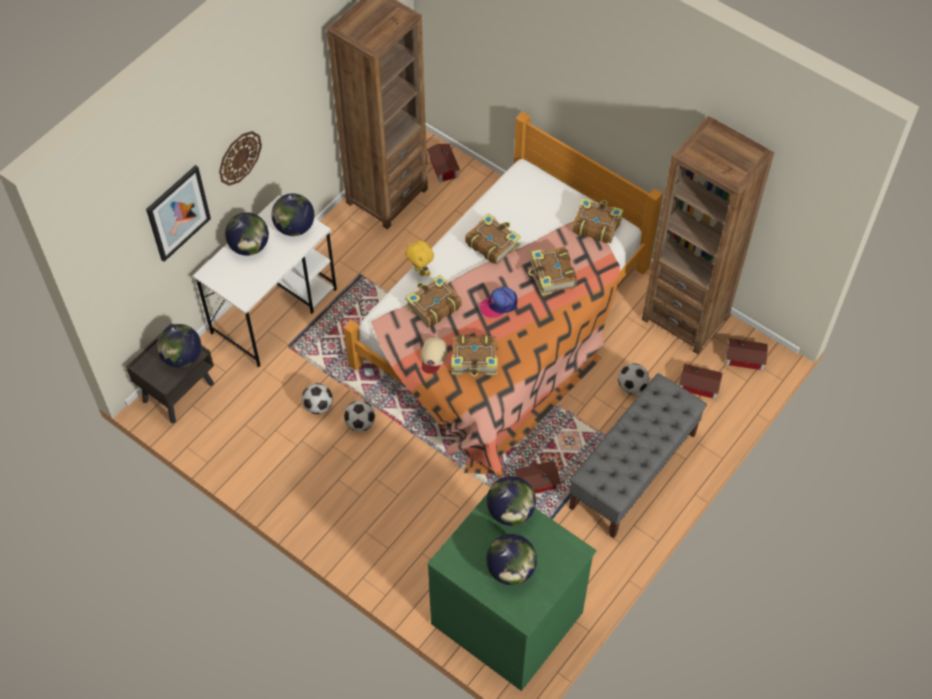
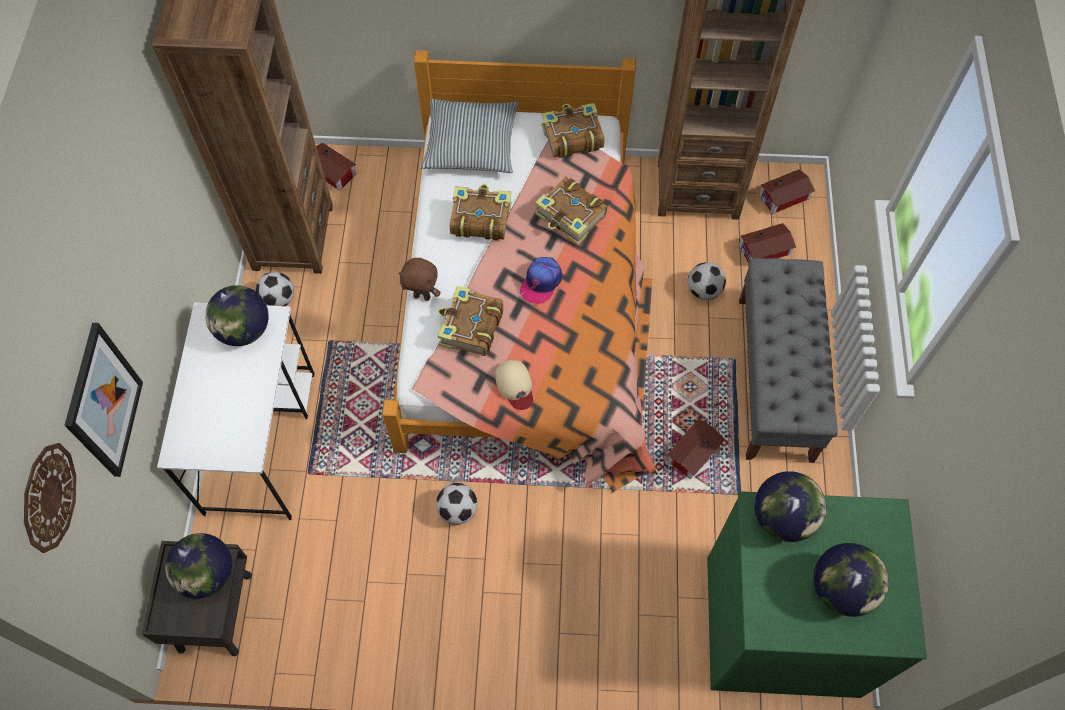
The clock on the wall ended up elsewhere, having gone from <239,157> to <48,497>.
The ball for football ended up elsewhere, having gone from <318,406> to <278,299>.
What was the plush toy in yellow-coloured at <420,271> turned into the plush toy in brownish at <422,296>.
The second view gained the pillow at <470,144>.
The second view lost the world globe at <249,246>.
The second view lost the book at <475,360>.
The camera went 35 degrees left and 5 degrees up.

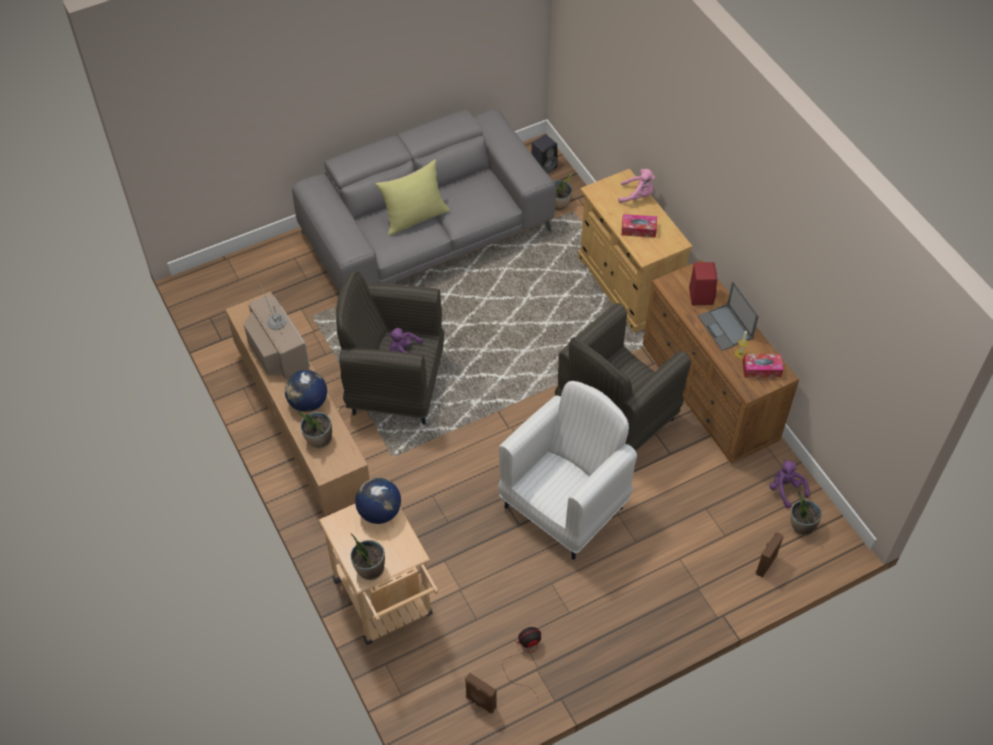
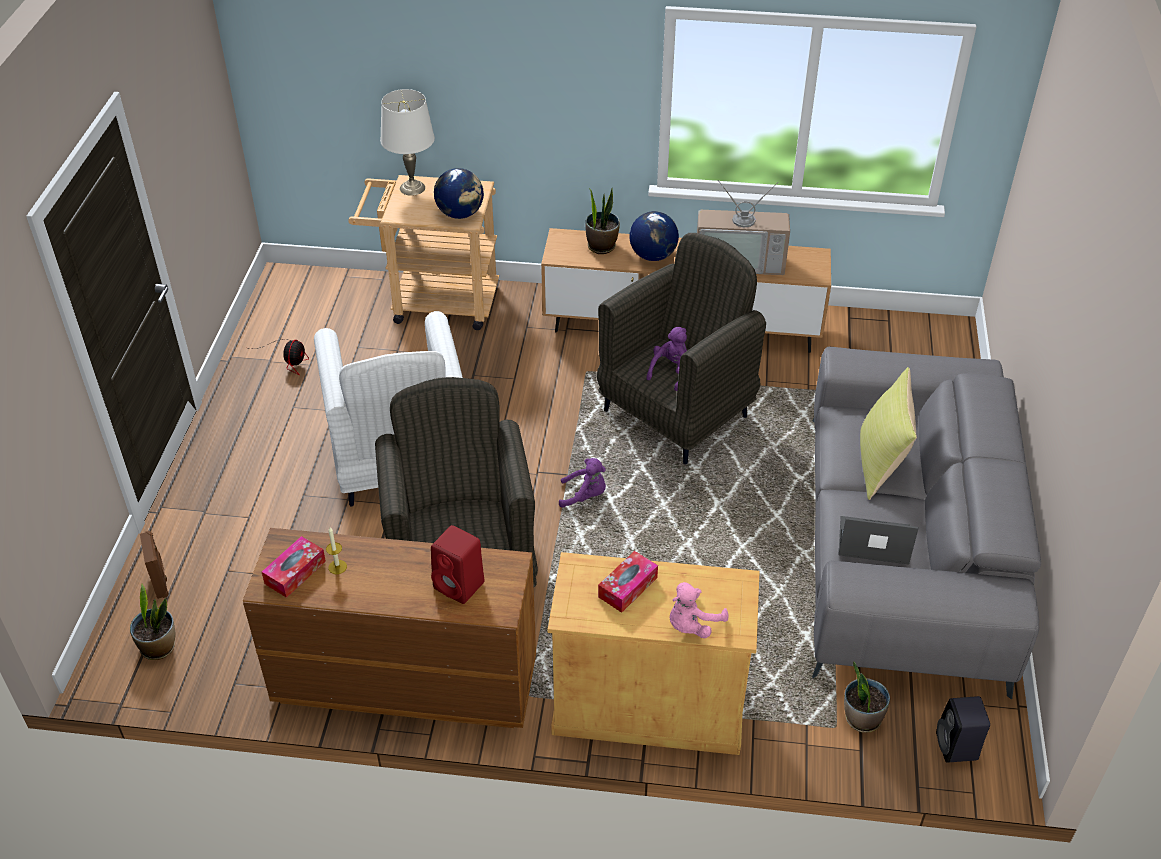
Where the houseplant stood at <369,569>, the lamp for a table in whitish came to stand at <412,188>.
The plush toy in purple ended up elsewhere, having gone from <785,490> to <585,495>.
The laptop ended up elsewhere, having gone from <725,328> to <873,541>.
The second view lost the loudspeaker in brownish at <480,702>.
The camera went 125 degrees right and 10 degrees down.

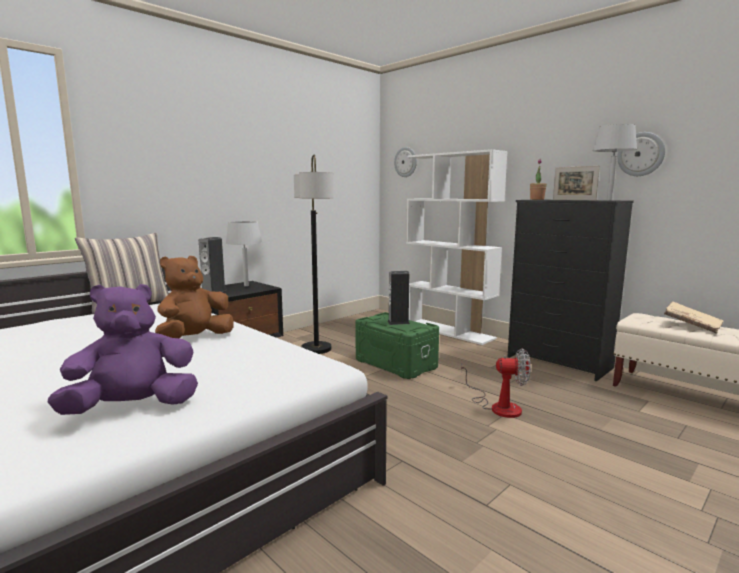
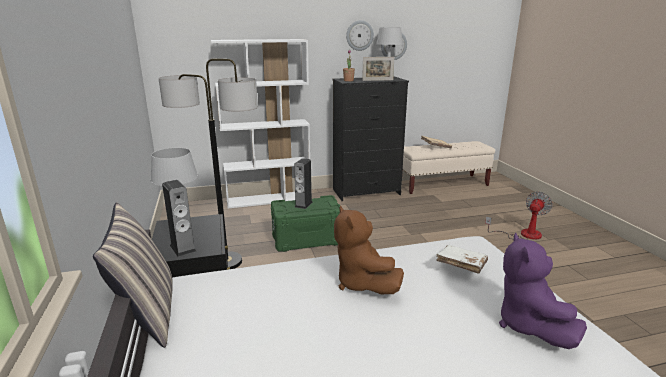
The clock on the wall ended up elsewhere, having gone from <406,162> to <359,35>.
The second view gained the book in whitish at <461,267>.
The cooling fan ended up elsewhere, having gone from <498,406> to <523,234>.
The camera went 60 degrees left and 10 degrees up.

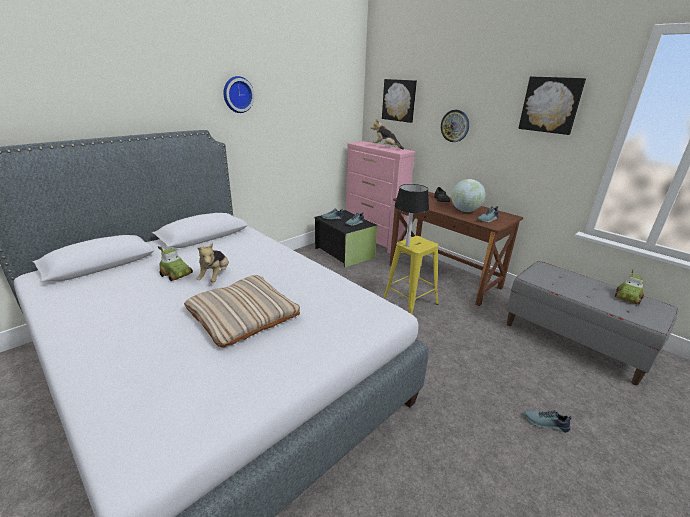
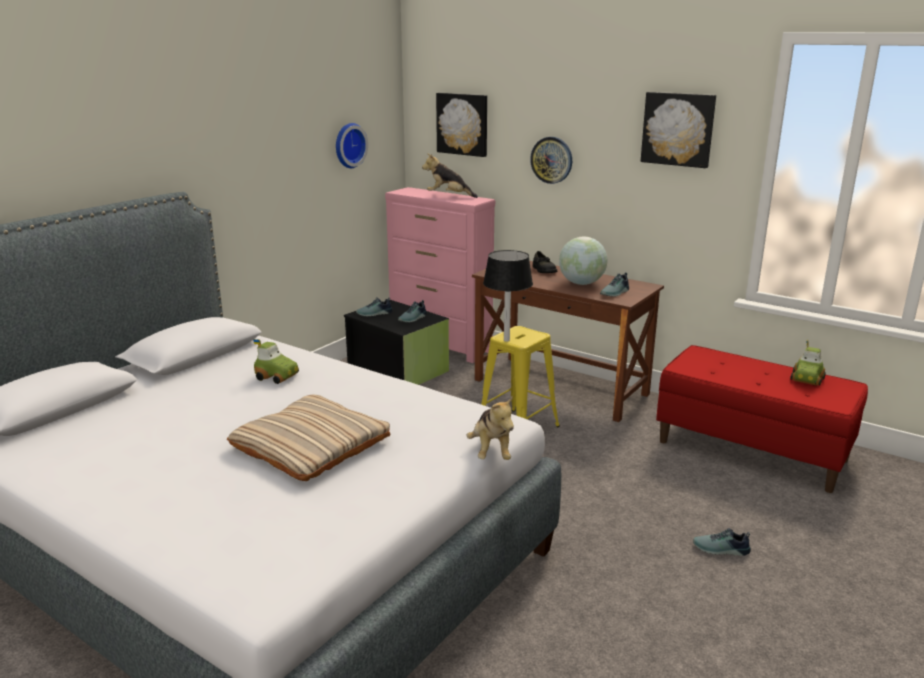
The miniature car ended up elsewhere, having gone from <177,274> to <277,376>.
The clock on the wall ended up elsewhere, having gone from <237,94> to <348,145>.
The plush toy ended up elsewhere, having gone from <215,277> to <491,452>.
What was the long seat in grey at <574,340> turned into the long seat in red-coloured at <752,450>.
The camera went 10 degrees left and 5 degrees down.

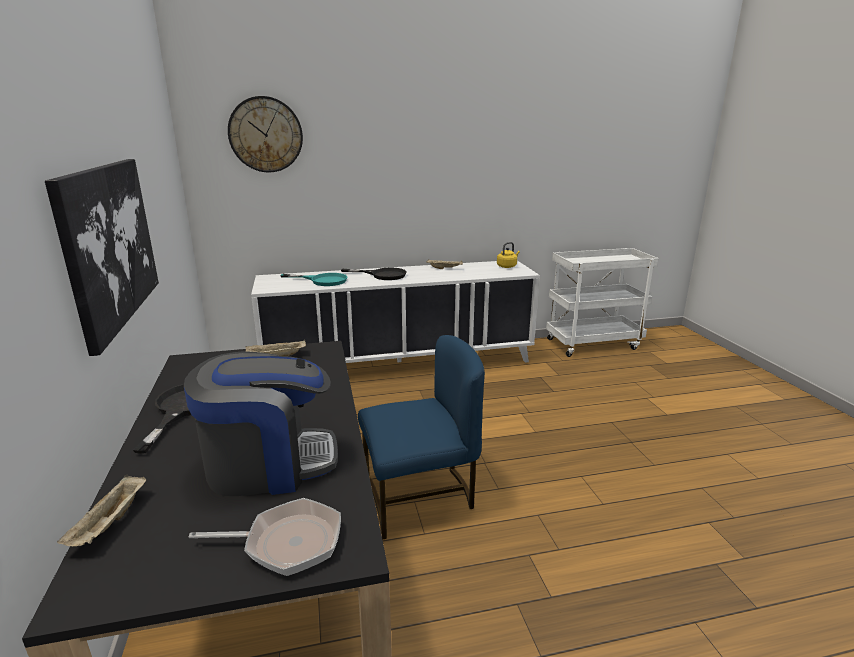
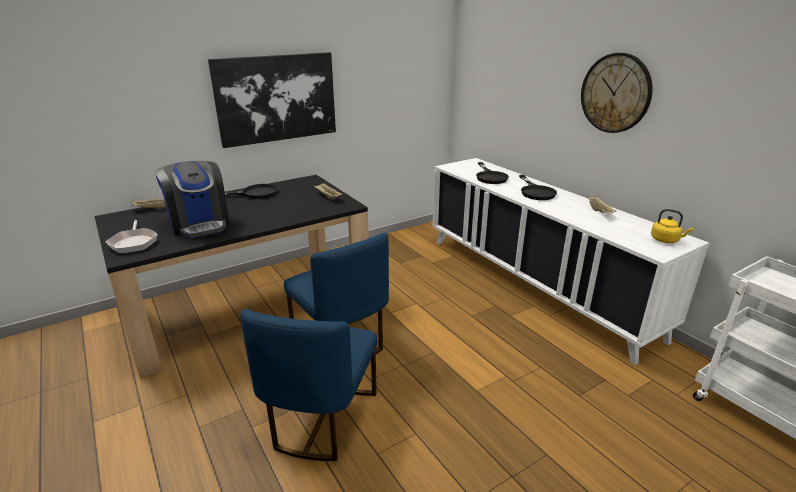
The second view gained the plain chair in blue at <320,419>.
What was the pan in turquoise-coloured at <322,280> turned into the pan in black-coloured at <490,177>.
The clock on the wall ended up elsewhere, having gone from <266,135> to <615,93>.
The camera went 70 degrees right and 5 degrees up.

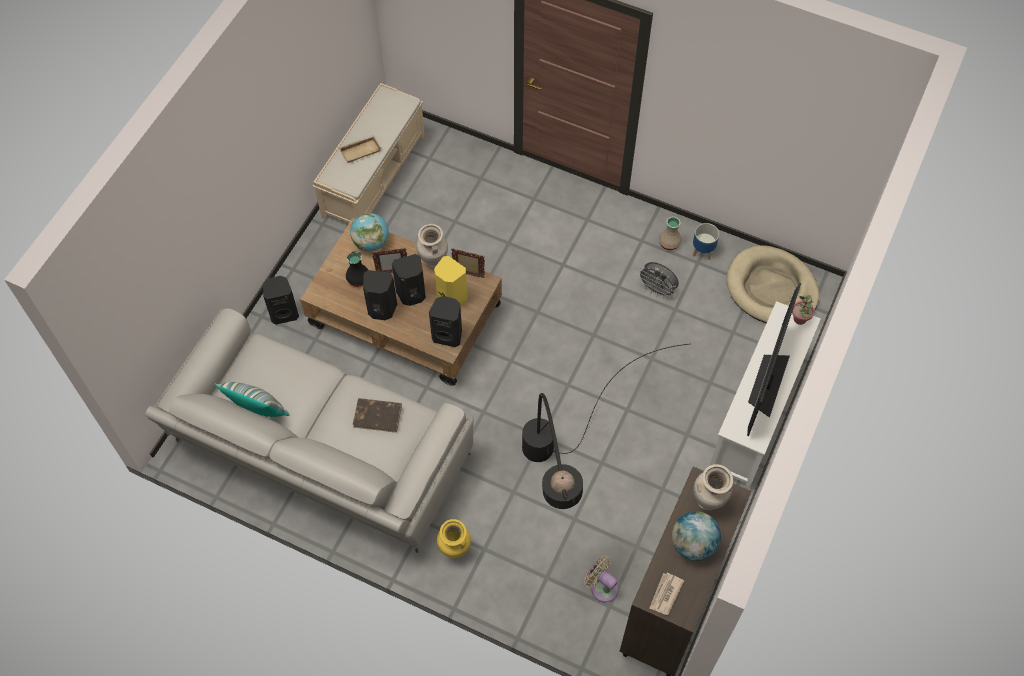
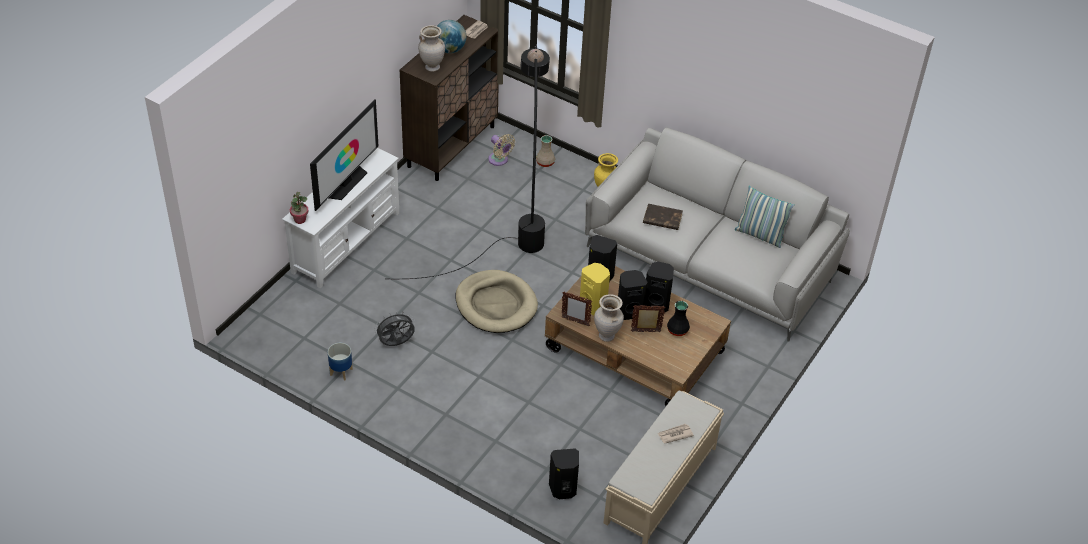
The cooling fan in grey at <657,290> ended up facing another way, 60 degrees counterclockwise from before.
The pet bed in sand-coloured ended up elsewhere, having gone from <771,289> to <496,304>.
The vase in sand-coloured ended up elsewhere, having gone from <670,243> to <544,162>.
The loudspeaker in black-coloured ended up elsewhere, having gone from <284,313> to <563,490>.
Where the carrying tray in sand-coloured stood at <360,150>, the daily paper came to stand at <674,434>.
The second view lost the world globe at <371,242>.
The camera went 175 degrees left and 15 degrees down.

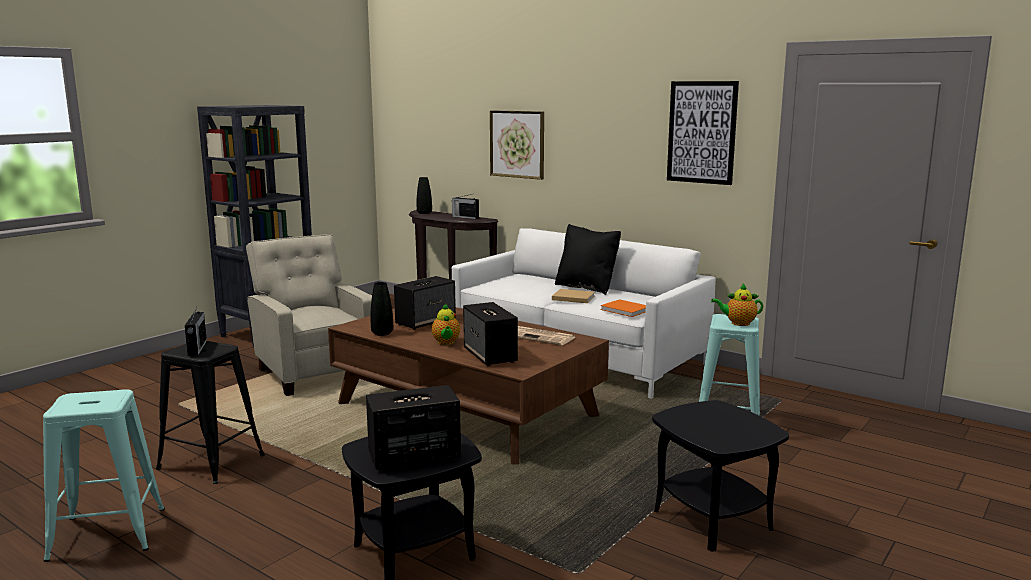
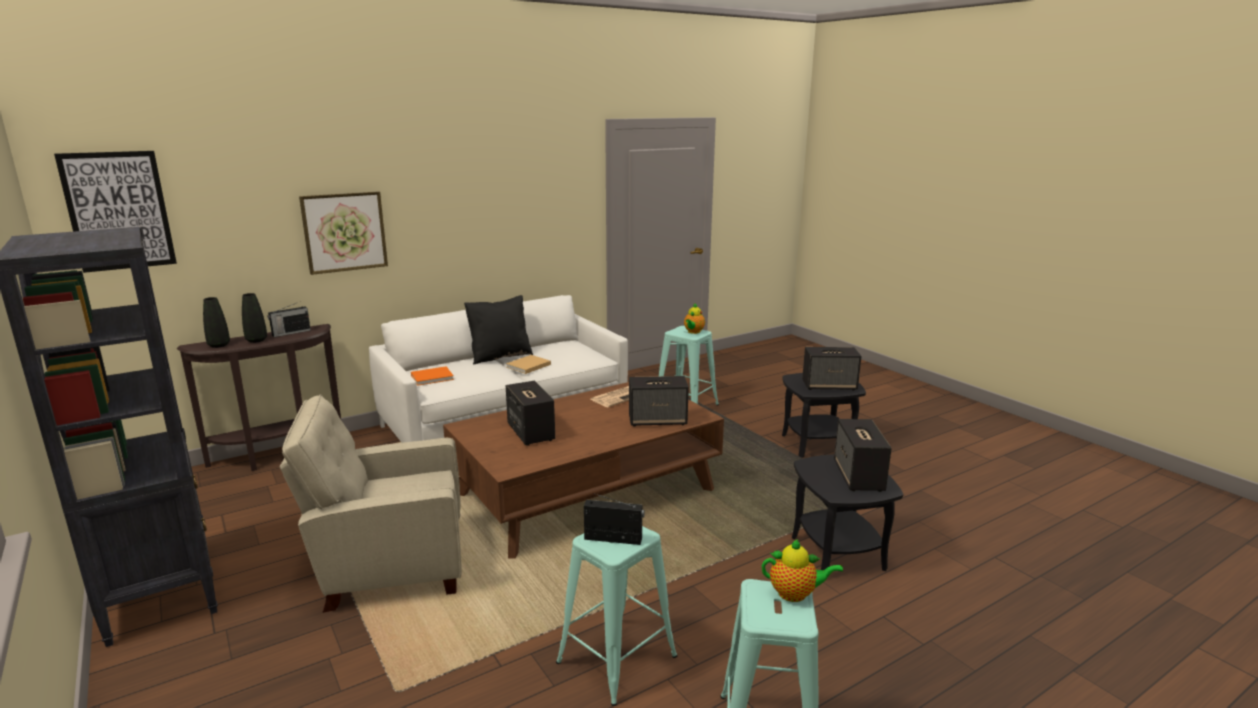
The wall art ended up elsewhere, having gone from <702,132> to <118,211>.
The vase in black-coloured ended up elsewhere, having gone from <382,333> to <256,340>.
The book in orangey ended up elsewhere, having gone from <626,310> to <433,377>.
What was the sitting stool in black-coloured at <211,462> turned into the sitting stool in turquoise-coloured at <616,659>.
The teapot ended up elsewhere, having gone from <446,343> to <795,594>.
The second view gained the loudspeaker at <829,386>.
The camera went 70 degrees left and 5 degrees up.

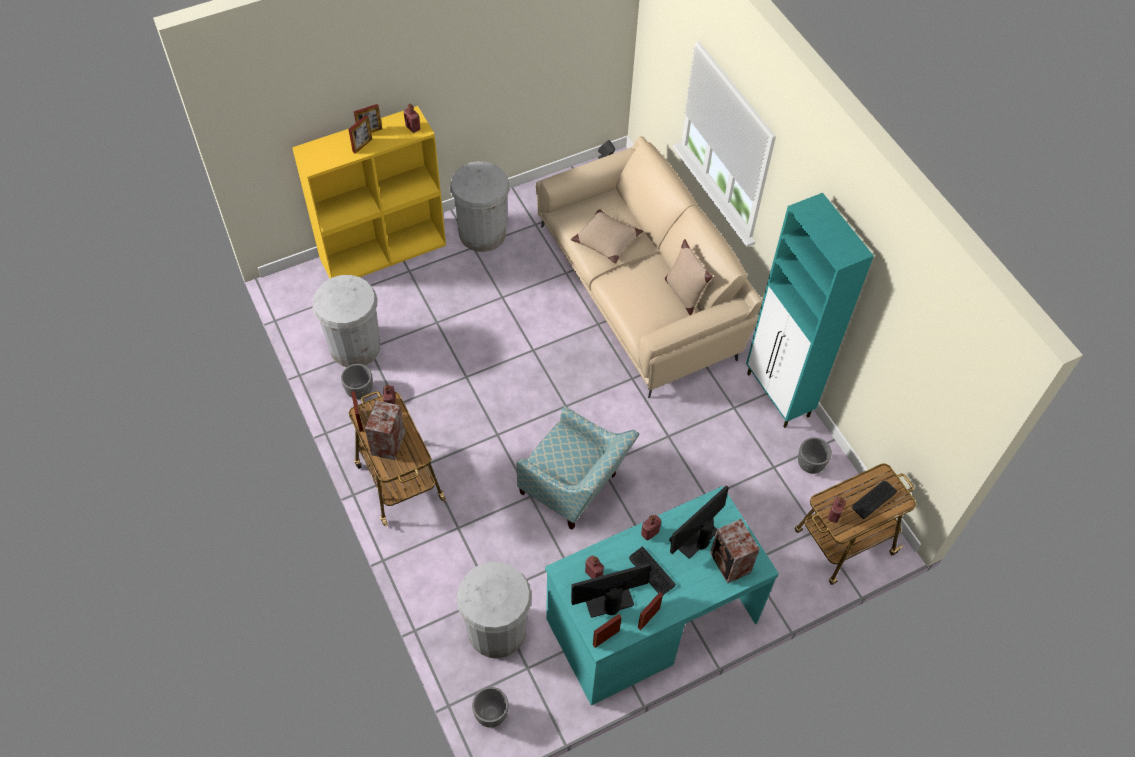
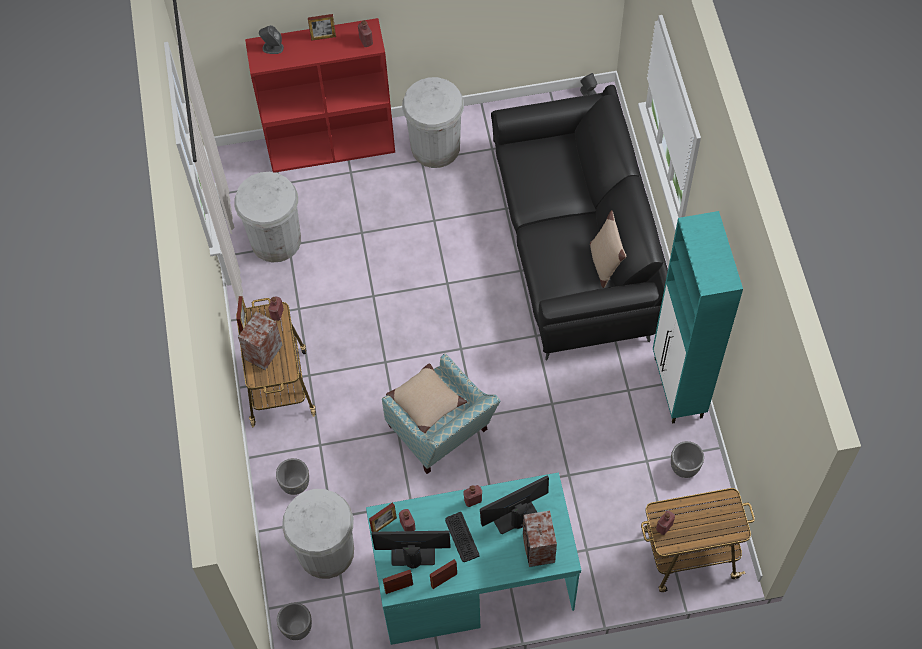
What was the shelving unit in yellow-coloured at <383,251> turned into the shelving unit in red-coloured at <332,145>.
The second view gained the loudspeaker in grey at <272,48>.
The flower pot in grey ended up elsewhere, having gone from <359,391> to <295,484>.
The photo frame ended up elsewhere, having gone from <362,145> to <384,524>.
The pillow in sand-coloured ended up elsewhere, having gone from <606,240> to <426,401>.
What was the sofa in sand-coloured at <640,290> turned into the sofa in black-coloured at <576,244>.
The second view lost the computer keyboard at <873,499>.
The camera went 20 degrees right and 5 degrees up.

